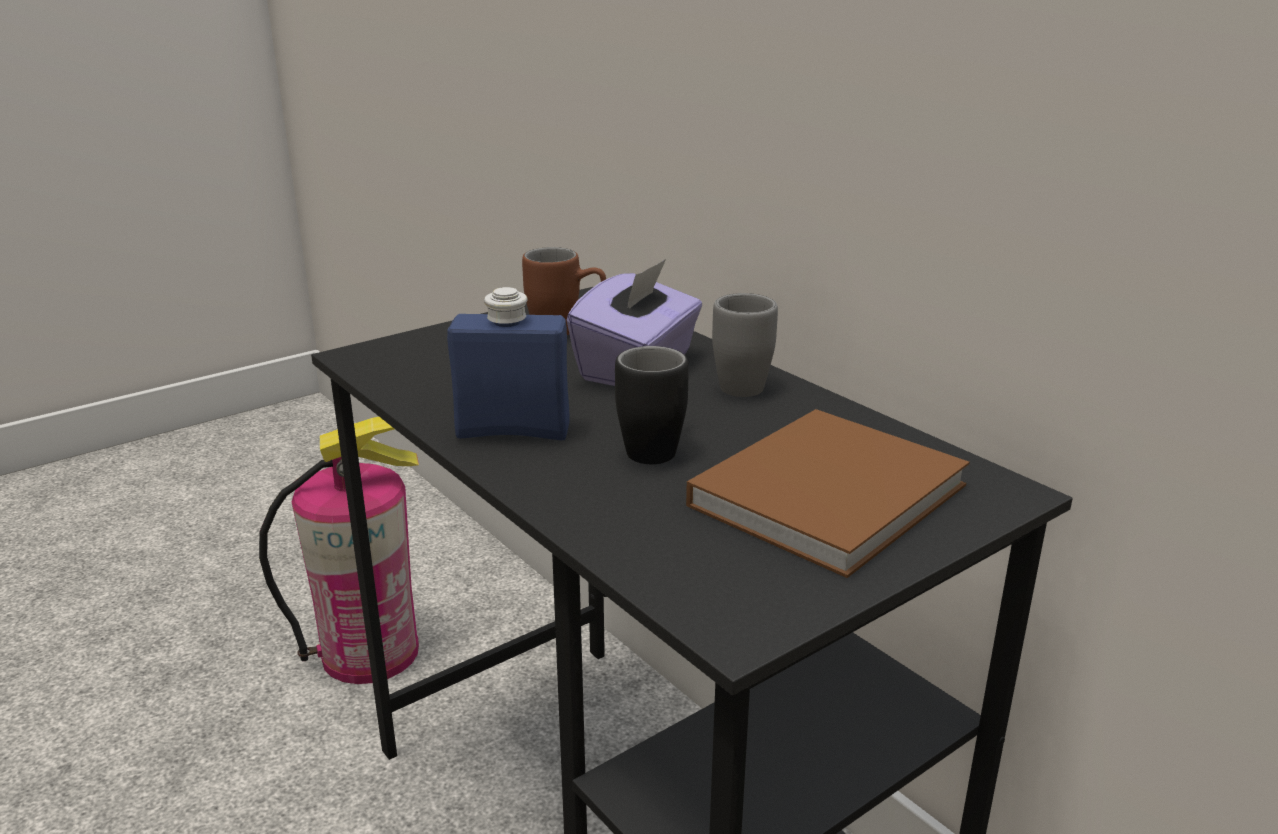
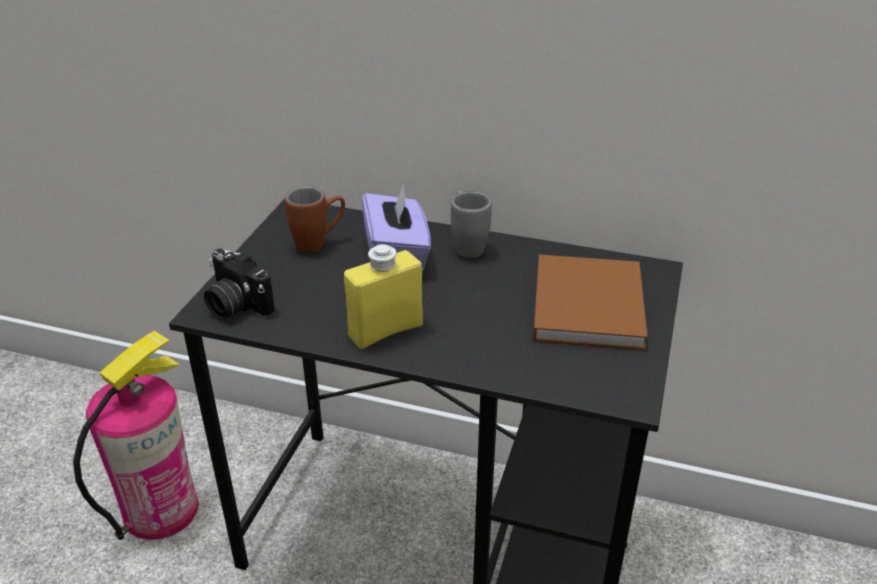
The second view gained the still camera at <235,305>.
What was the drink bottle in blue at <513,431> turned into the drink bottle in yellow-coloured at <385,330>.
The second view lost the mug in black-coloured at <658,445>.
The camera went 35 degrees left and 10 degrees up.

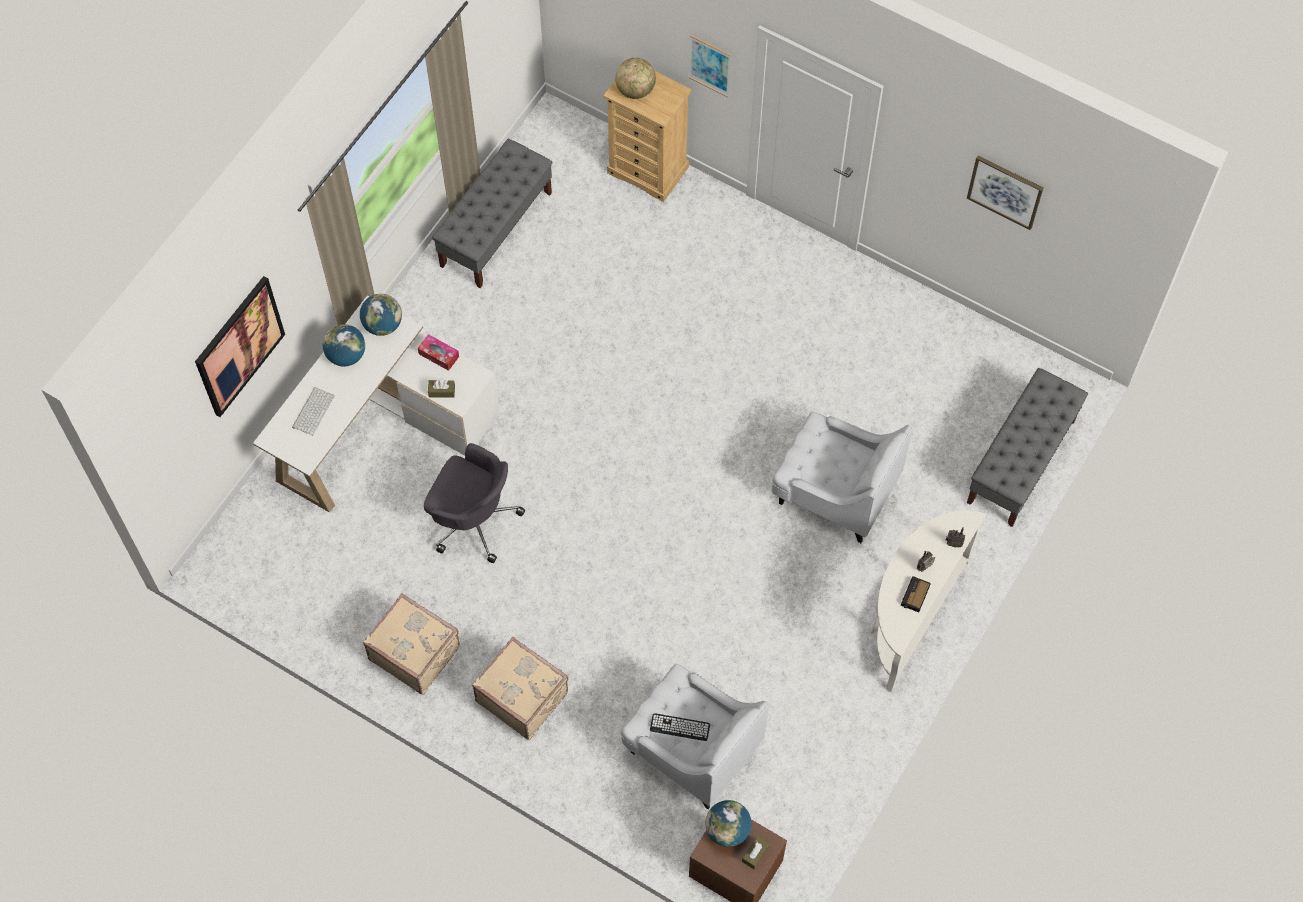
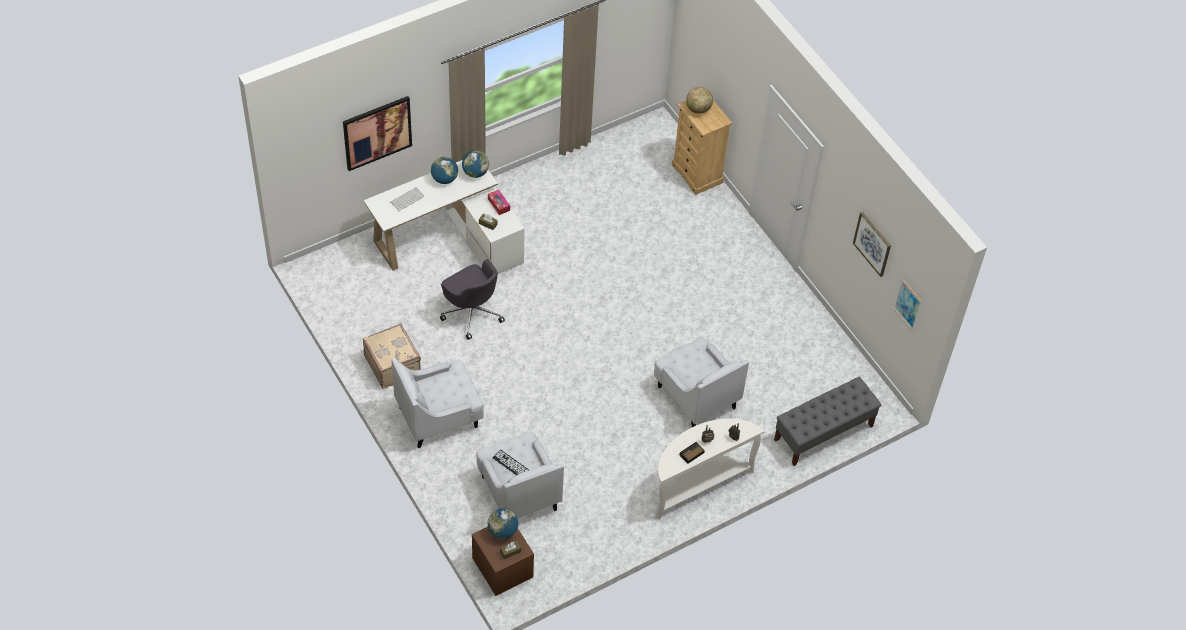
Where the piece of luggage in sand-coloured stood at <522,696>, the easy chair in whitish came to stand at <439,417>.
The wall art ended up elsewhere, having gone from <710,65> to <907,304>.
The second view lost the long seat in grey at <496,229>.
The camera went 25 degrees right and 10 degrees down.

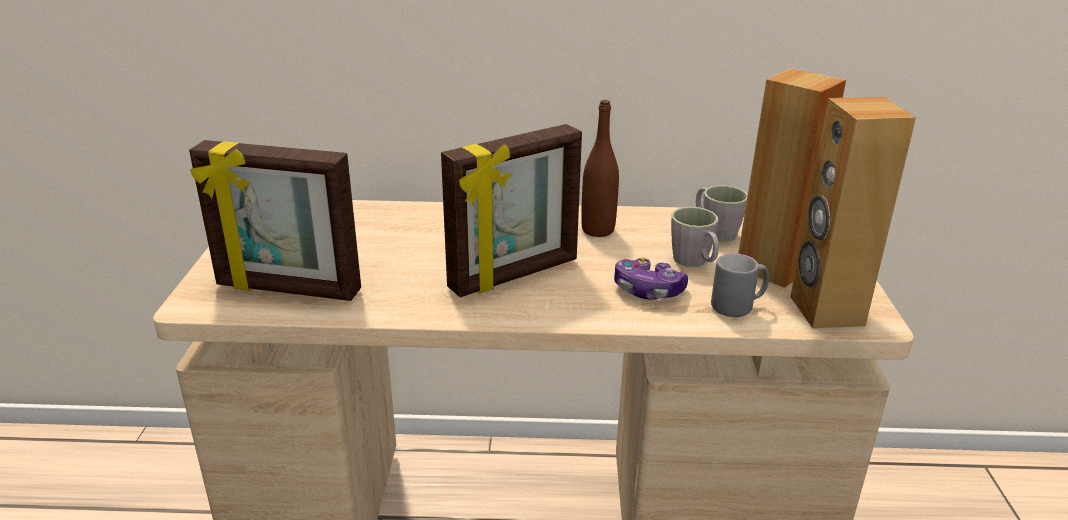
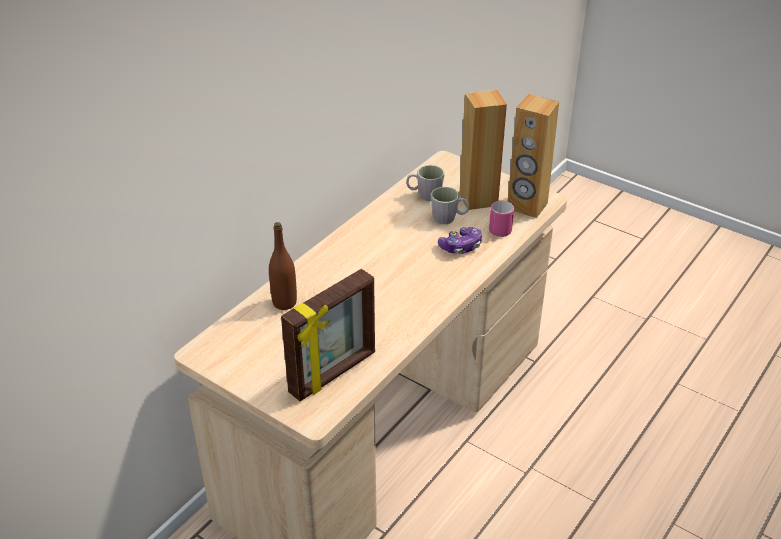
The drink bottle in brownish ended up elsewhere, having gone from <598,230> to <284,303>.
What was the mug in grey at <738,307> turned into the mug in pink at <501,228>.
The second view lost the photo frame at <515,275>.
The camera went 55 degrees left and 10 degrees up.

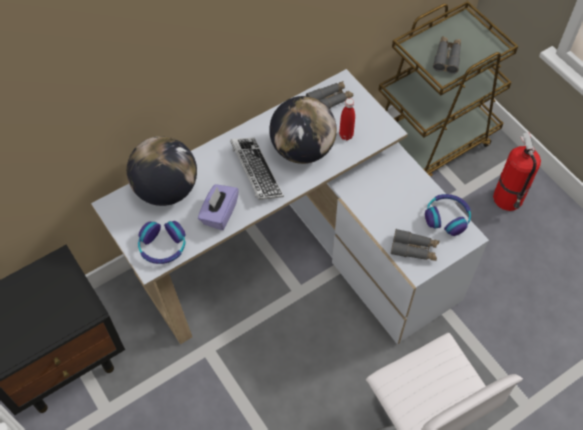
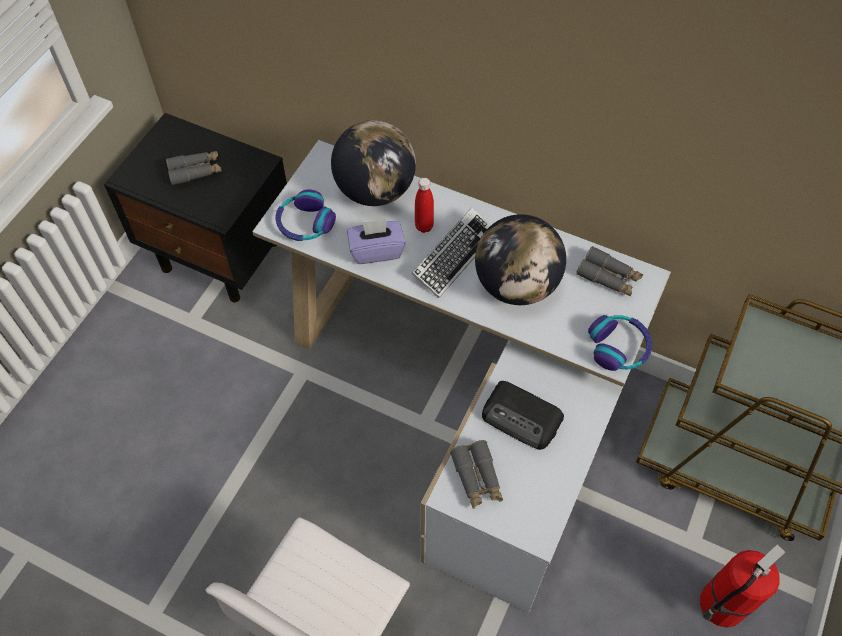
The binoculars in grey ended up elsewhere, having gone from <447,57> to <195,171>.
The drink bottle in red-coloured ended up elsewhere, having gone from <346,135> to <424,226>.
The second view gained the radio set at <522,418>.
The headset ended up elsewhere, having gone from <447,217> to <619,347>.
The camera went 60 degrees right and 0 degrees up.

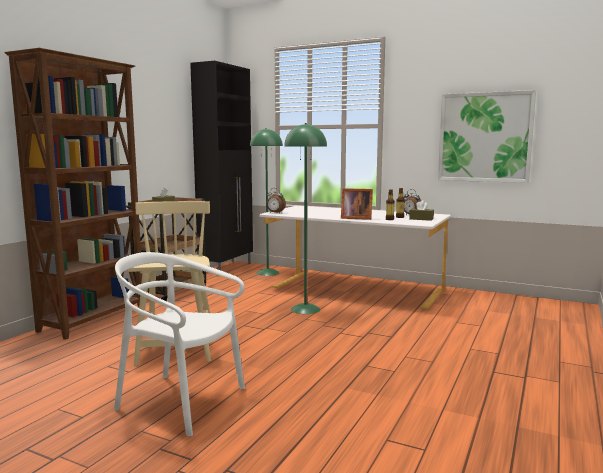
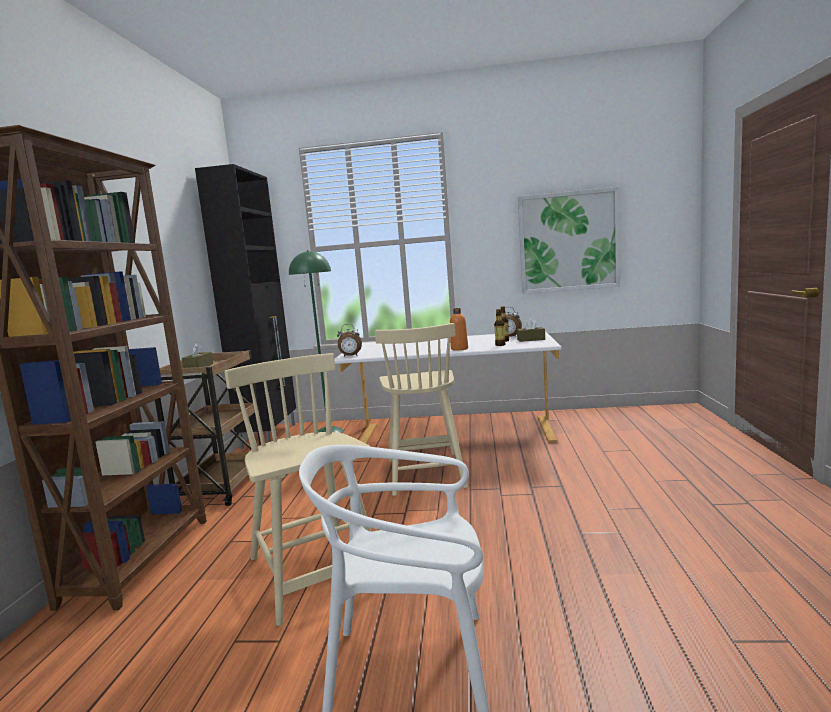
Where the standing lamp in green stood at <305,309>, the plain chair in sand-coloured came to stand at <425,472>.
Where the photo frame stood at <355,218>, the drink bottle in orangey came to stand at <459,349>.
The camera went 20 degrees left and 0 degrees up.

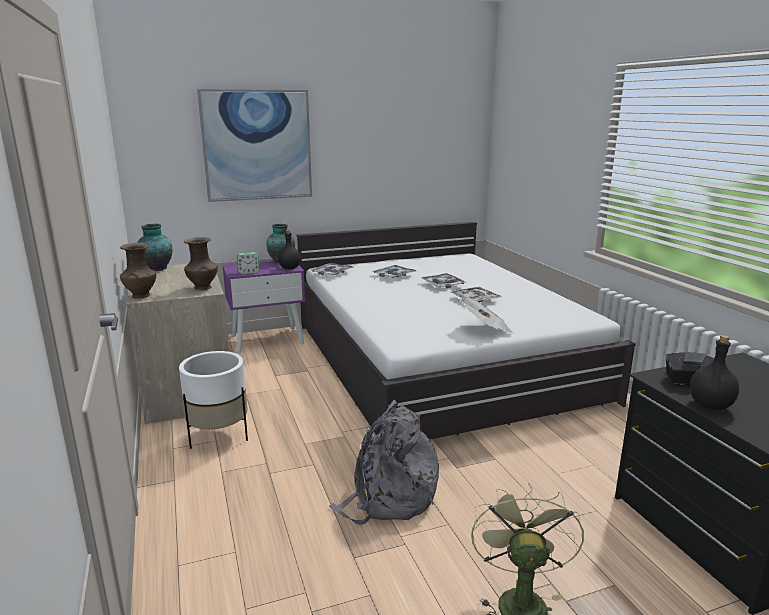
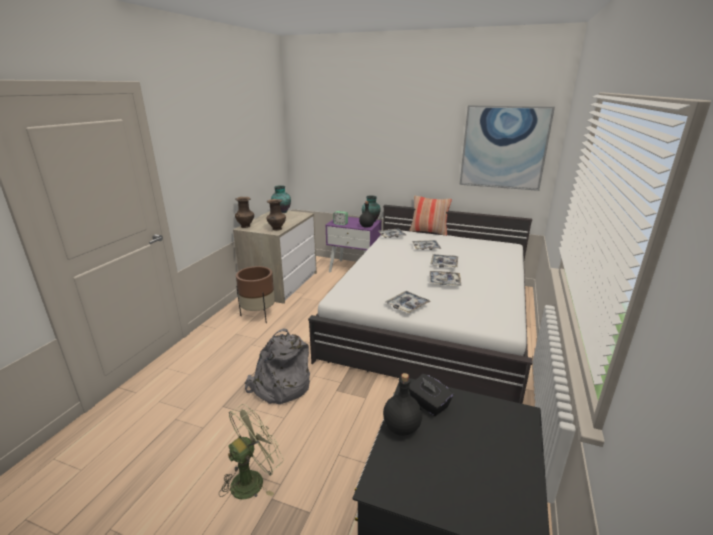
What was the flower pot in whitish at <219,436> turned into the flower pot in brownish at <259,315>.
Where the daily paper stood at <486,329>, the carrying tray came to stand at <407,305>.
The second view gained the pillow at <429,231>.
The wall art ended up elsewhere, having gone from <257,145> to <503,148>.
The camera went 40 degrees right and 5 degrees up.

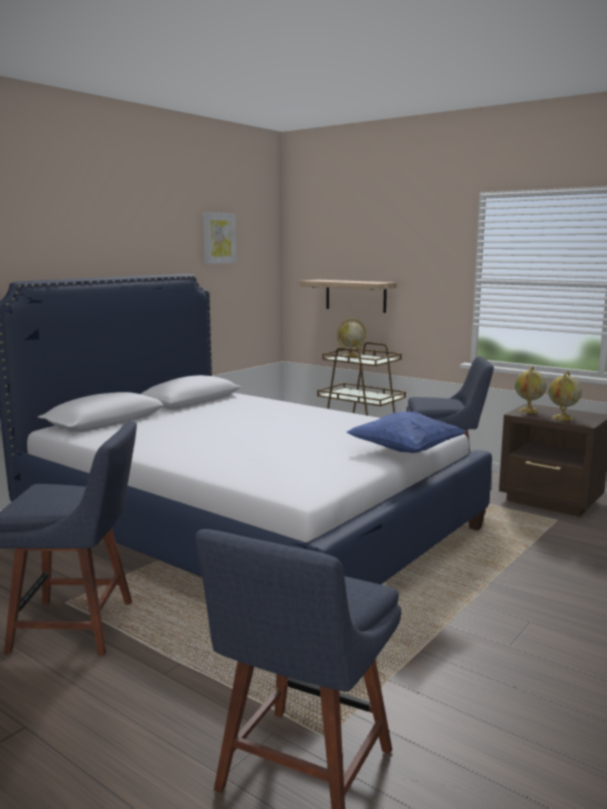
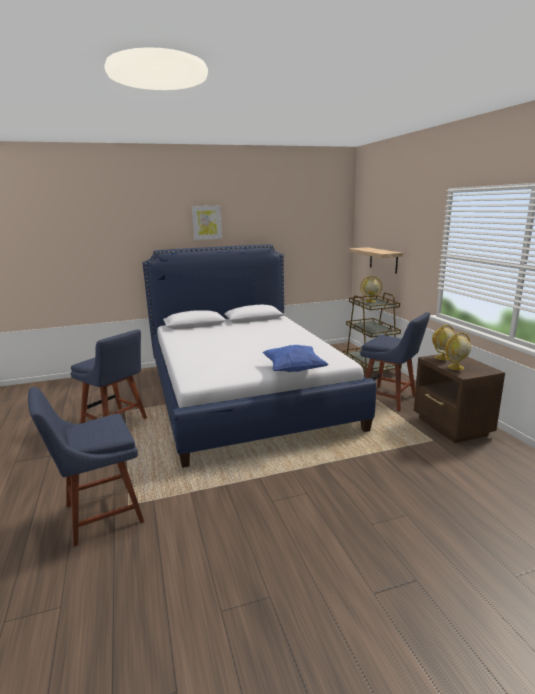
The wall art ended up elsewhere, having gone from <218,238> to <206,222>.
The camera went 35 degrees right and 5 degrees up.

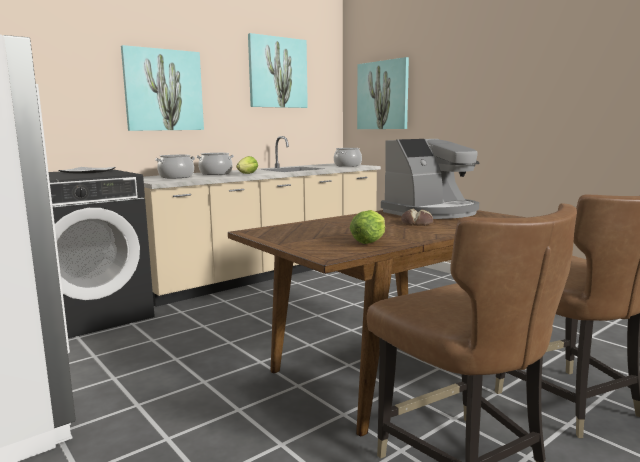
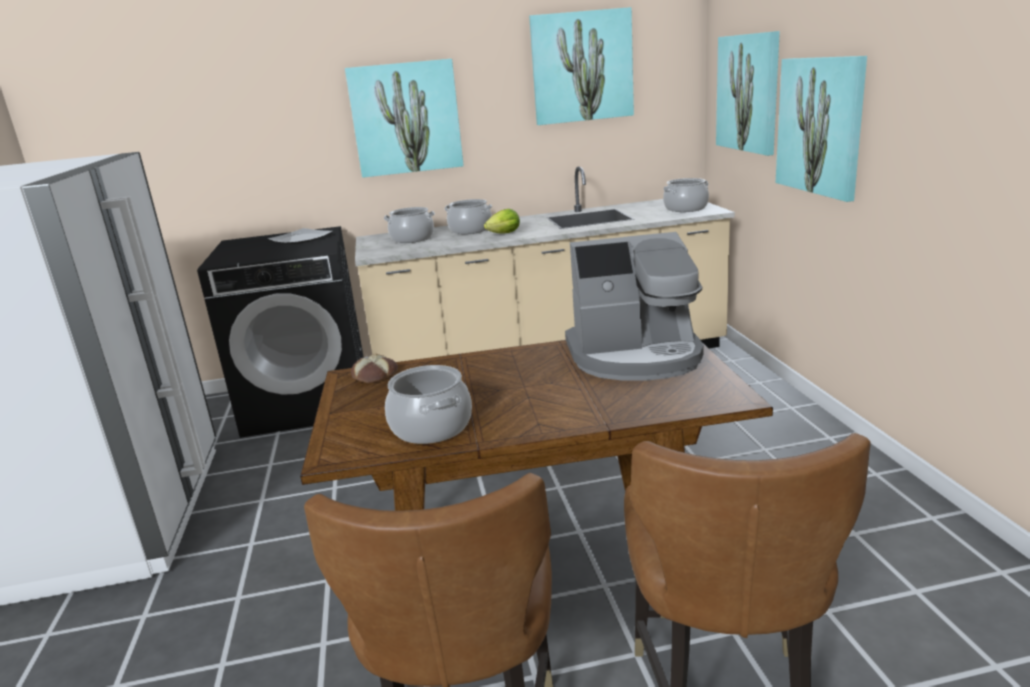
The bread ended up elsewhere, having gone from <417,223> to <375,375>.
Where the head of lettuce stood at <370,241>, the stockpot came to stand at <430,427>.
The second view gained the wall art at <819,126>.
The camera went 30 degrees right and 10 degrees up.

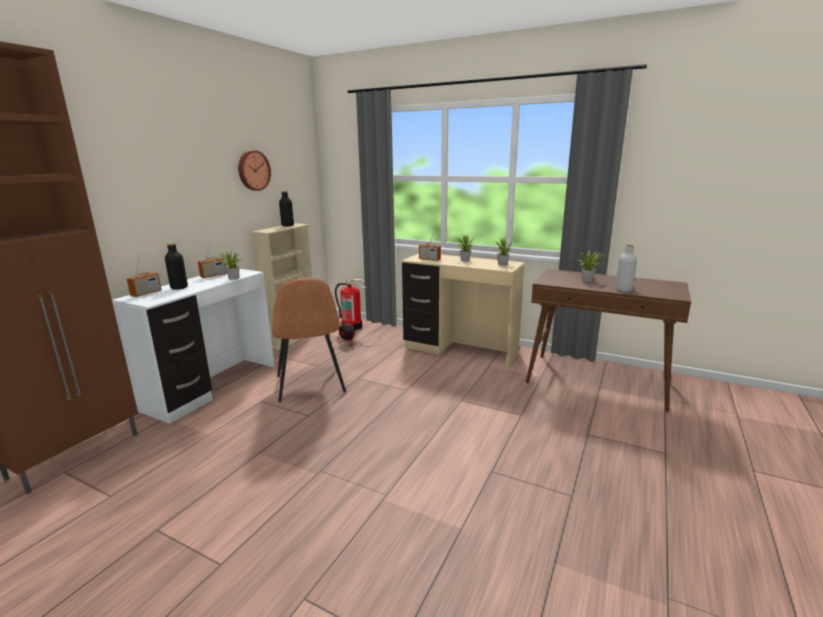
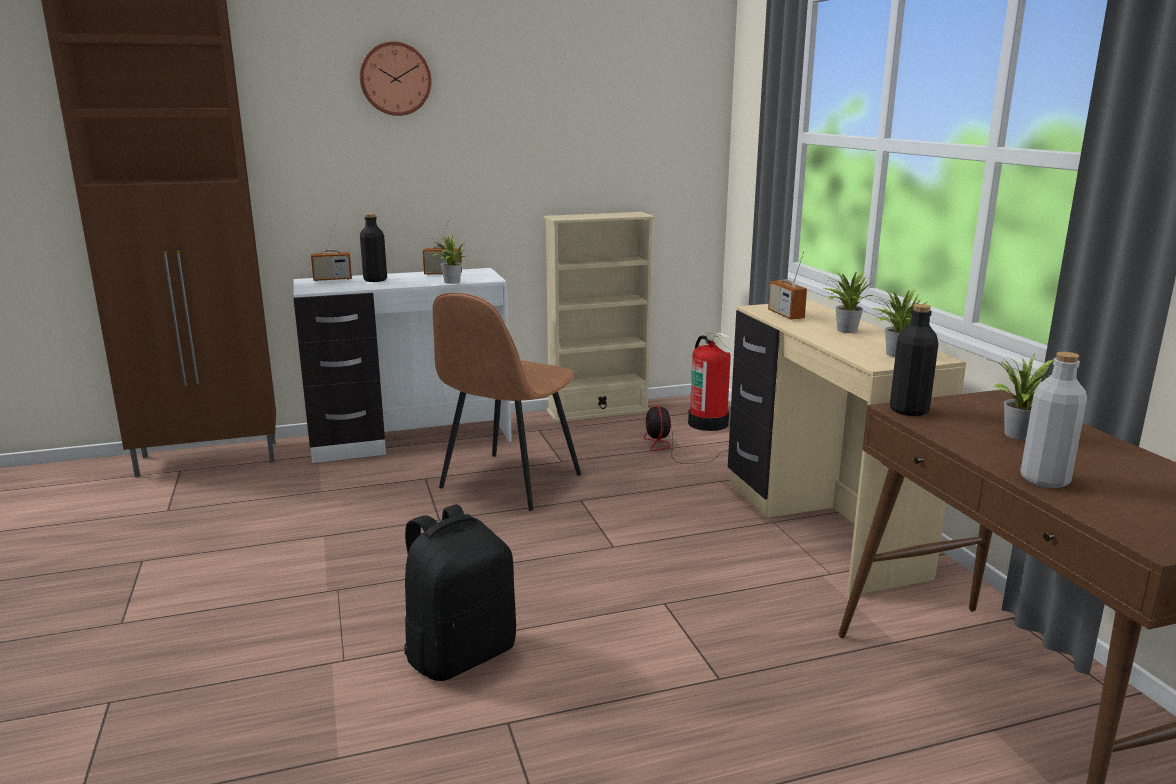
The clock on the wall ended up elsewhere, having gone from <253,170> to <395,79>.
The second view gained the rucksack in black-coloured at <460,654>.
The drink bottle in black-coloured ended up elsewhere, having gone from <287,225> to <909,410>.
The camera went 45 degrees right and 0 degrees up.

